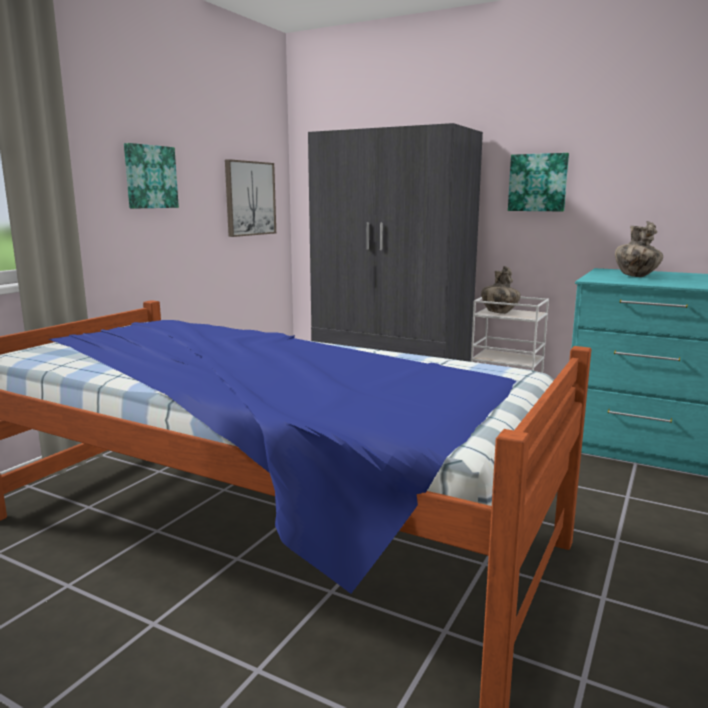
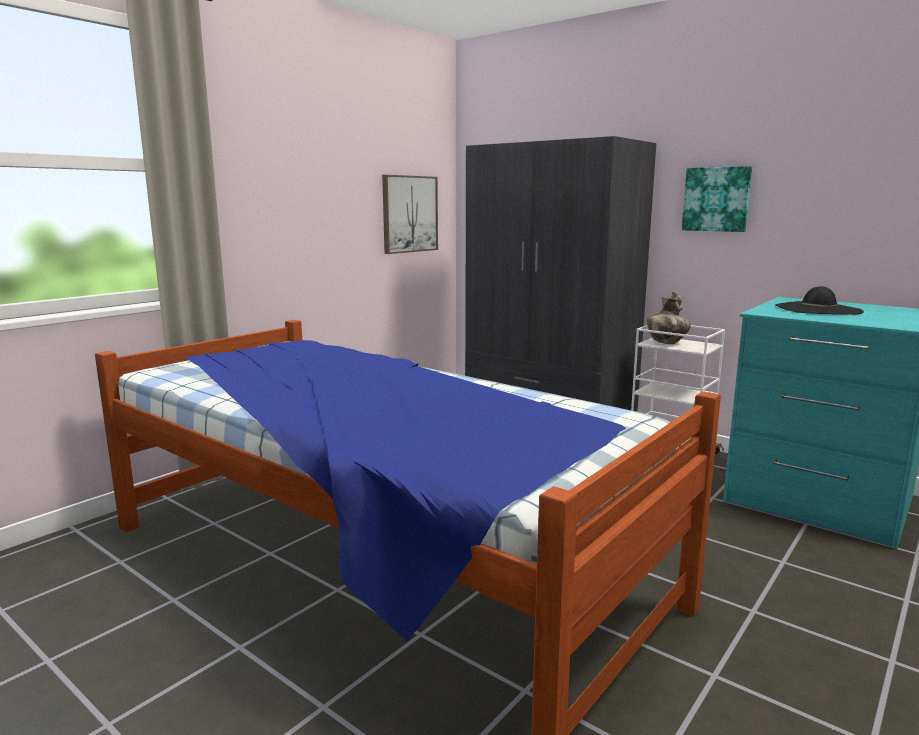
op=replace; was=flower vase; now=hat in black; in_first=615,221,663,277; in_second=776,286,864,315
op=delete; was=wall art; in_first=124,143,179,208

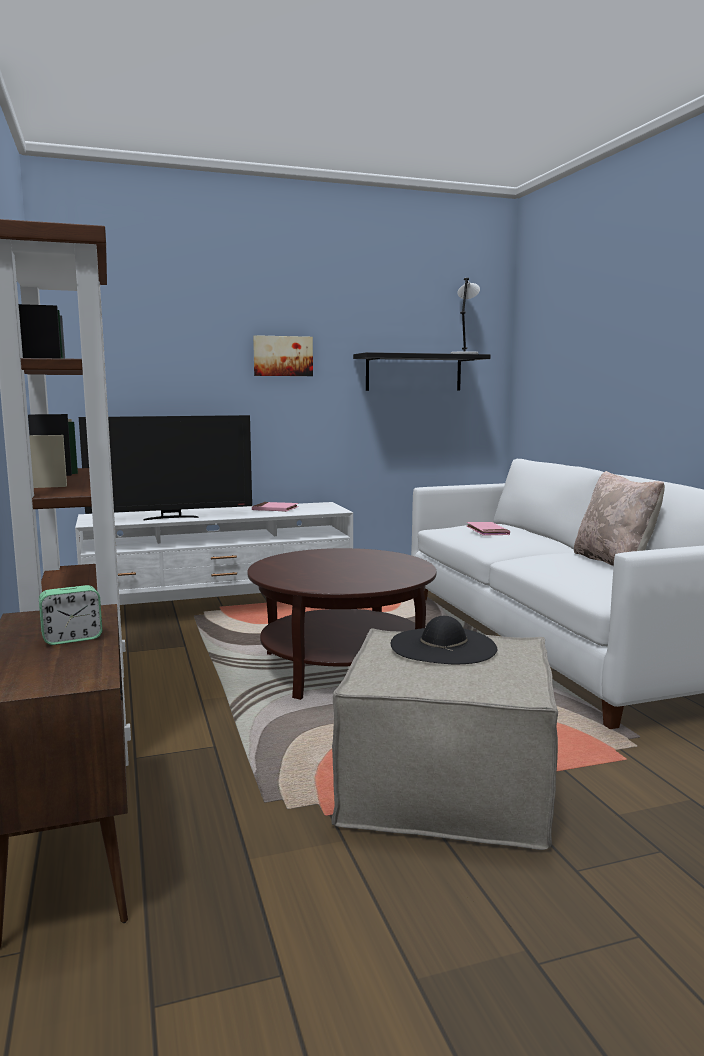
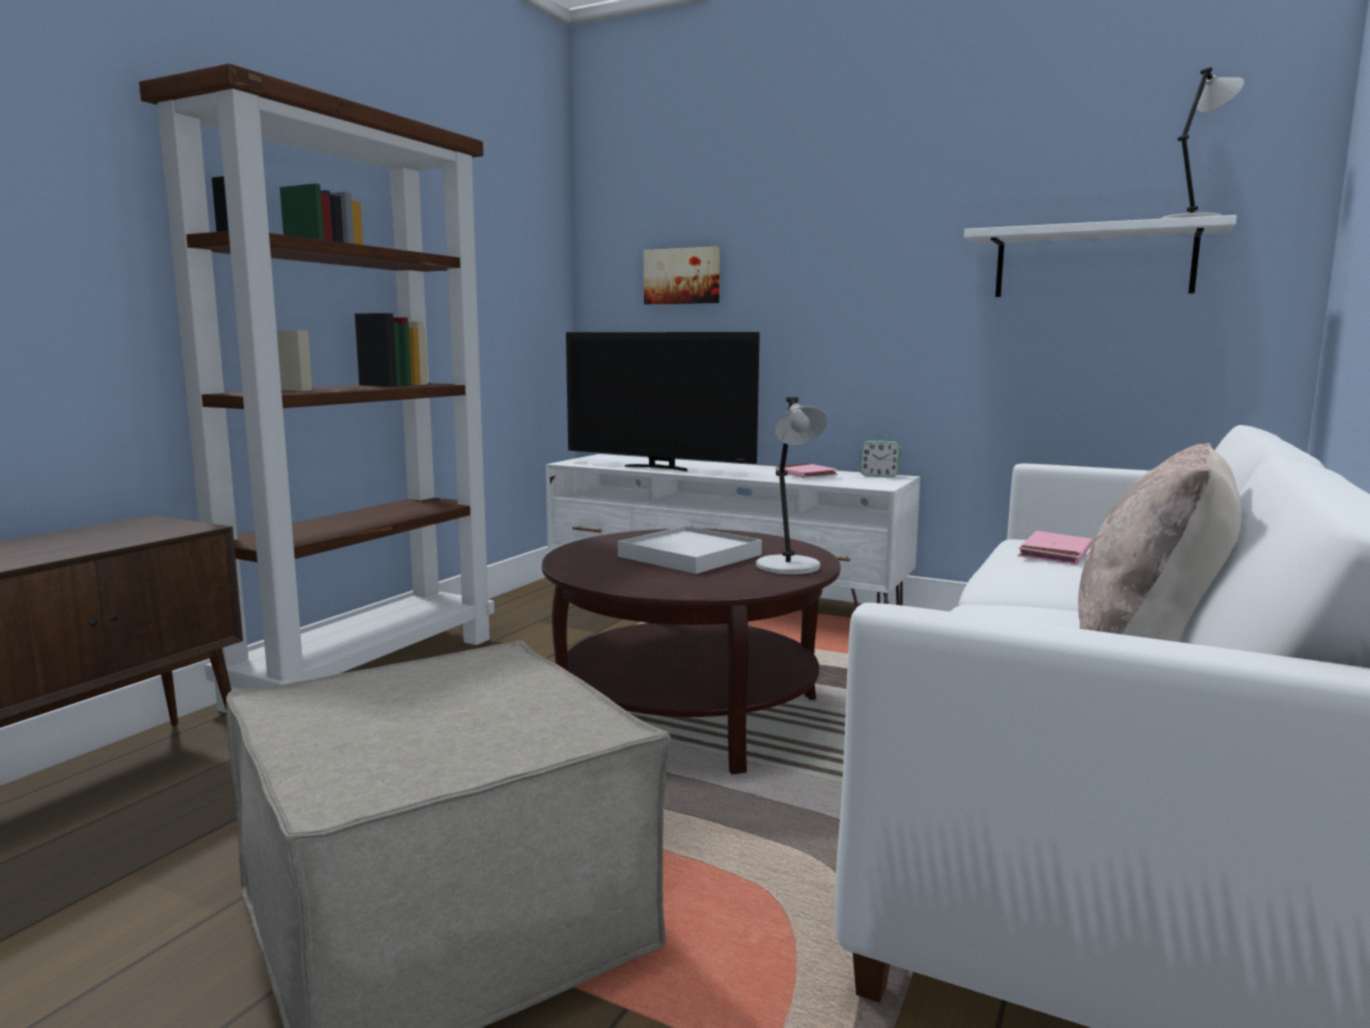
op=insert; now=tray in white; in_second=618,526,762,574
op=move; was=wall art; in_first=253,335,313,376; in_second=644,247,720,304
op=insert; now=tabletop lamp in greyish; in_second=756,397,828,575
op=move; was=table clock; in_first=39,585,102,645; in_second=860,441,901,478
op=recolor; was=shelf in black; now=shelf in white; in_first=353,352,490,391; in_second=964,215,1237,297
op=delete; was=hat in black; in_first=391,616,497,664

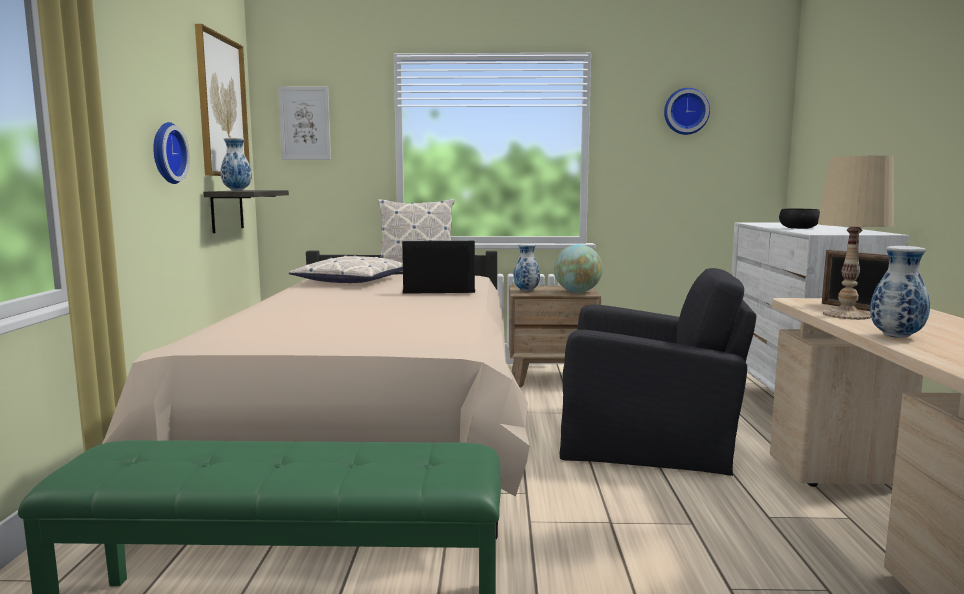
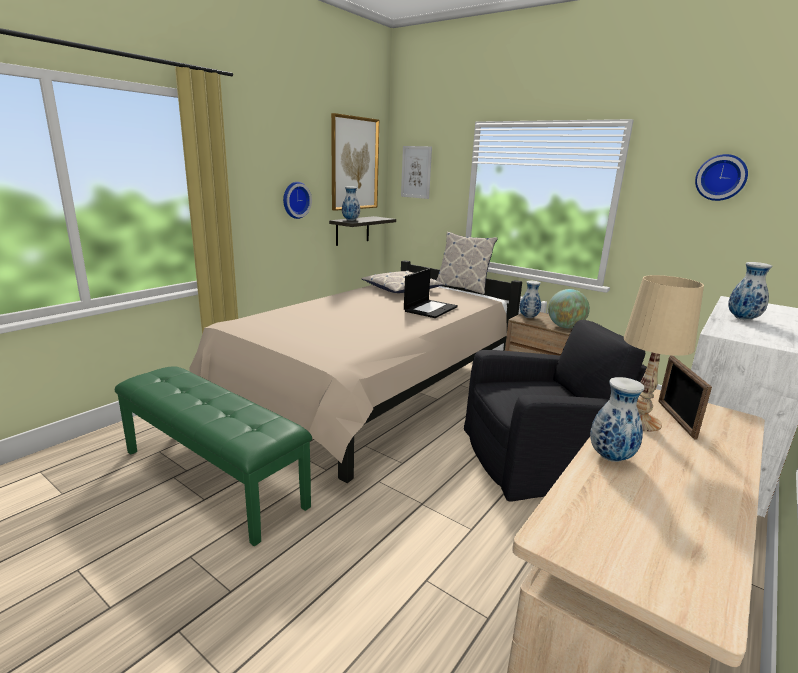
op=rotate; was=notebook computer; in_first=402,241,475,294; in_second=404,268,458,318; clockwise=90
op=rotate; was=armchair in black; in_first=560,268,757,476; in_second=464,320,647,502; clockwise=-60
op=replace; was=bowl in black; now=flower vase; in_first=779,209,820,229; in_second=728,262,772,320

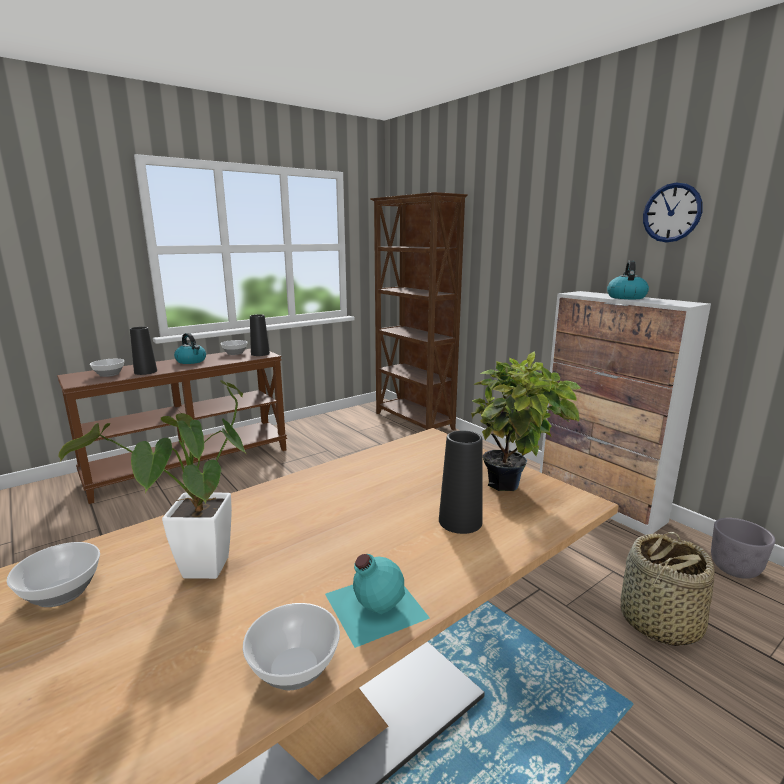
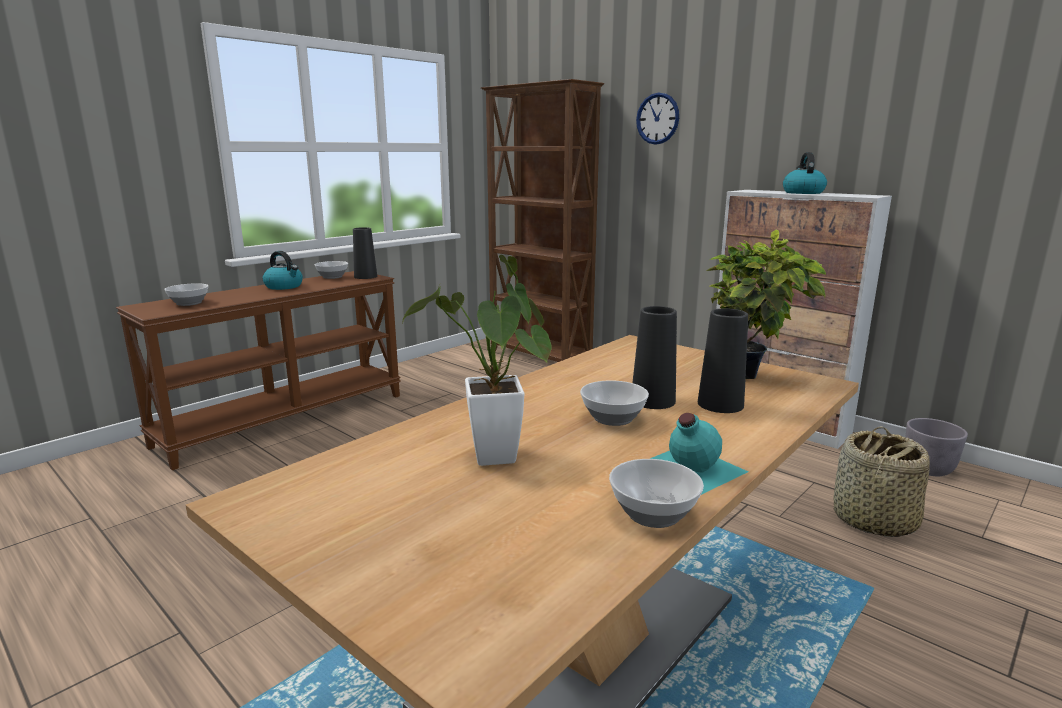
op=move; was=bowl; in_first=7,542,100,607; in_second=580,380,649,426
op=move; was=flower vase in black; in_first=130,327,157,375; in_second=633,306,677,409
op=move; was=wall clock; in_first=643,183,703,242; in_second=636,93,679,145

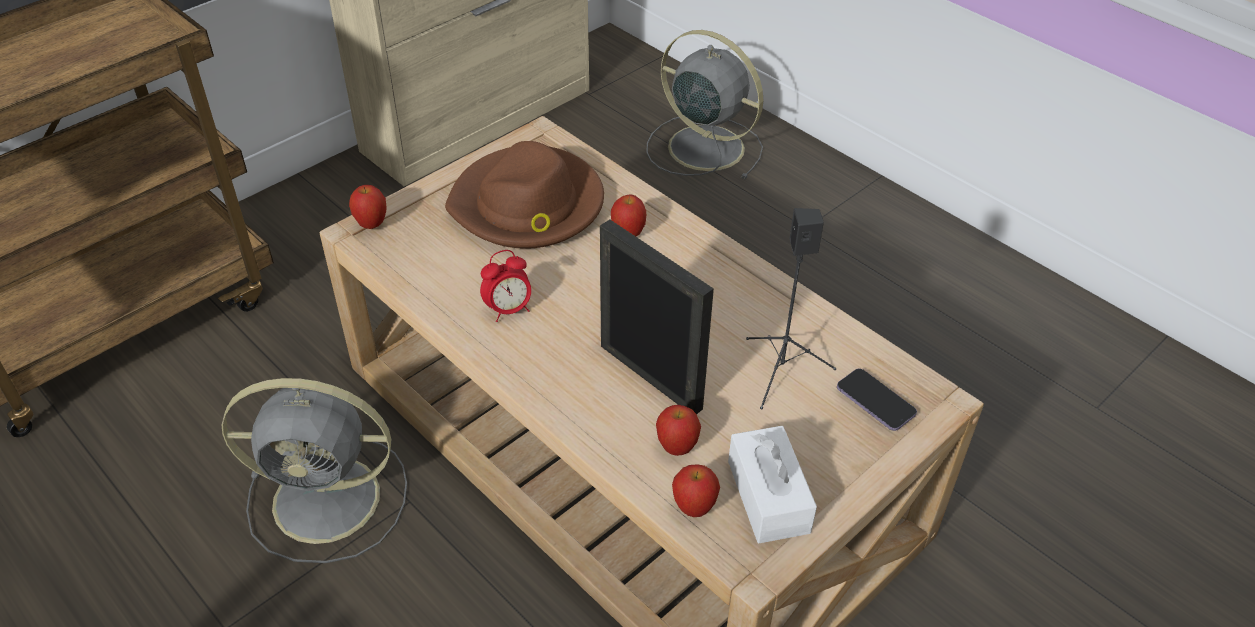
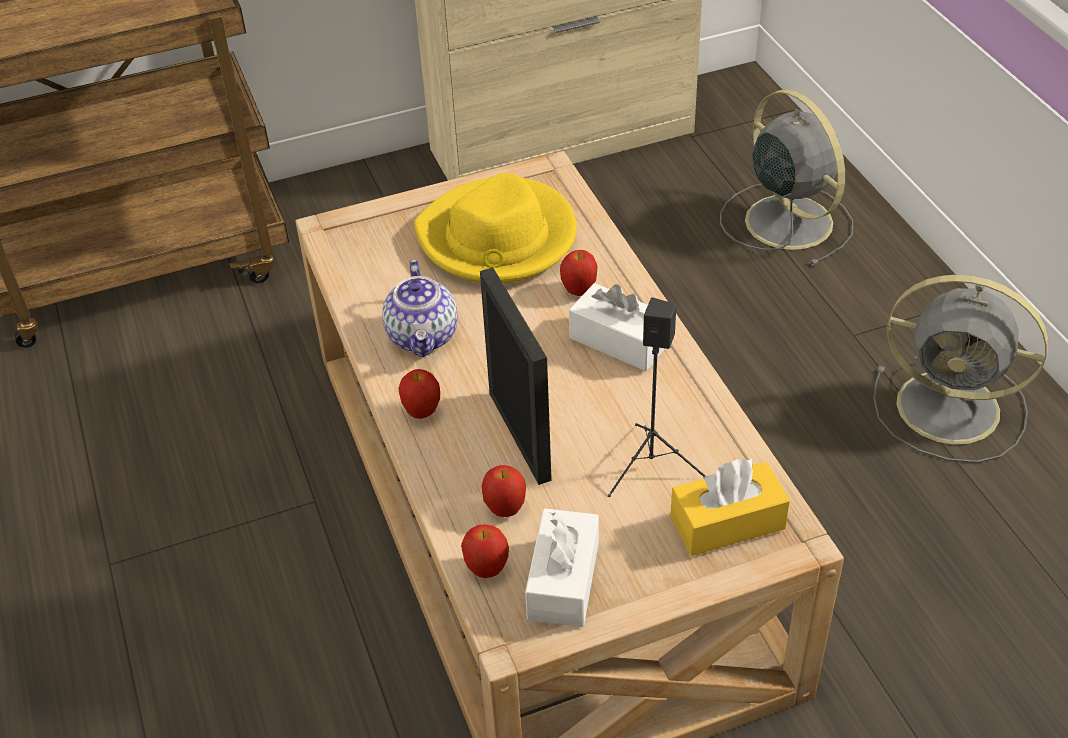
op=replace; was=table clock; now=teapot; in_first=480,250,531,322; in_second=382,260,458,357
op=move; was=apple fruit; in_first=349,185,387,229; in_second=398,369,440,419
op=recolor; was=hat in brown; now=hat in yellow-coloured; in_first=445,141,604,249; in_second=414,173,577,283
op=insert; now=box of tissues in white; in_second=569,283,666,371
op=replace; was=handset; now=box of tissues in yellow-coloured; in_first=837,369,917,431; in_second=670,459,790,556
op=move; was=fan in greyish; in_first=222,378,407,563; in_second=873,275,1048,463

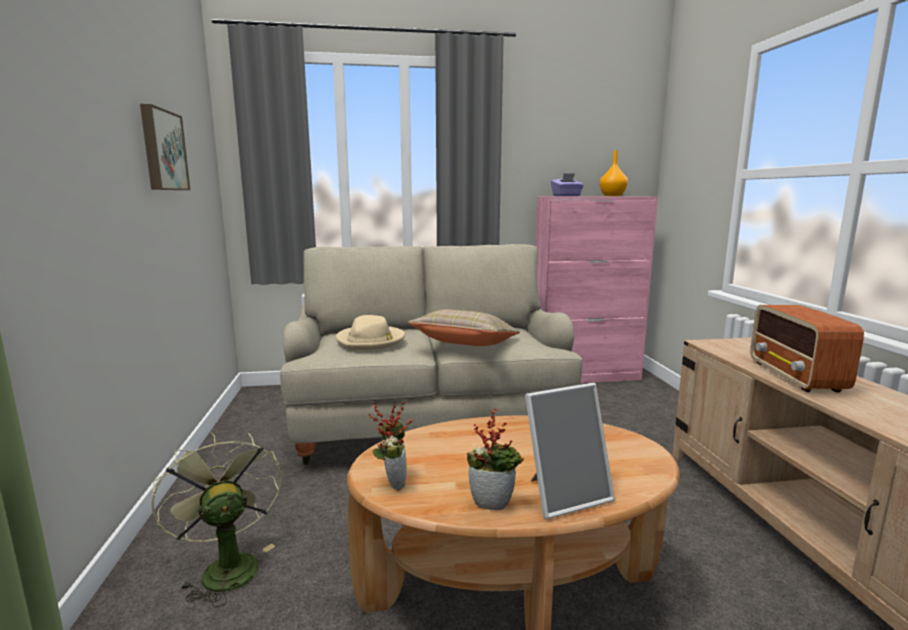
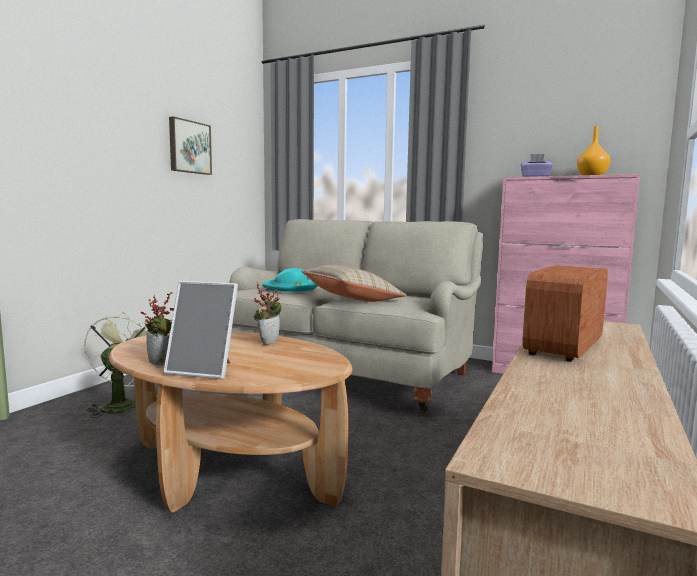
op=move; was=houseplant; in_first=369,401,413,490; in_second=254,283,282,345
op=recolor; was=hat in sand-coloured; now=hat in blue-green; in_first=336,315,405,350; in_second=262,268,318,292

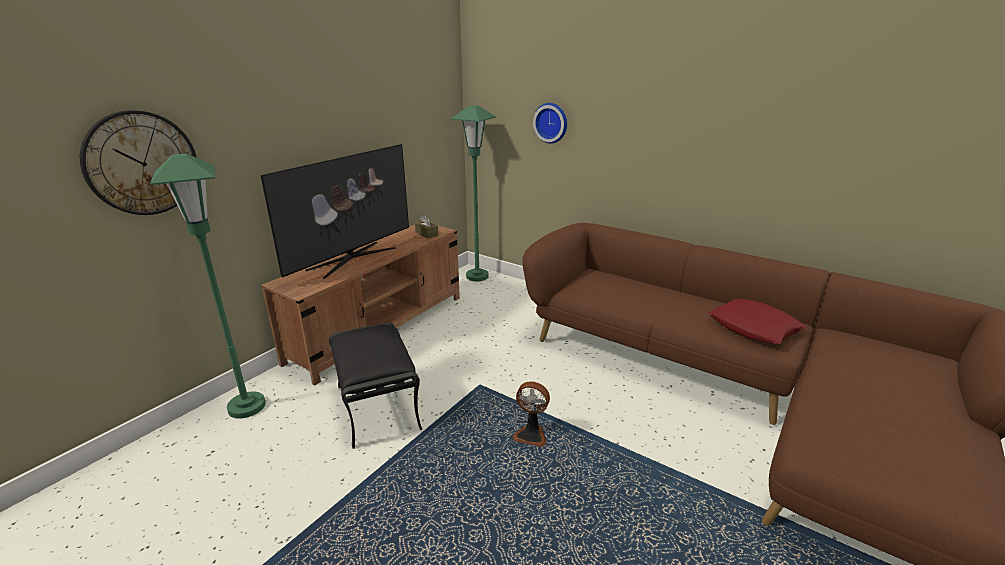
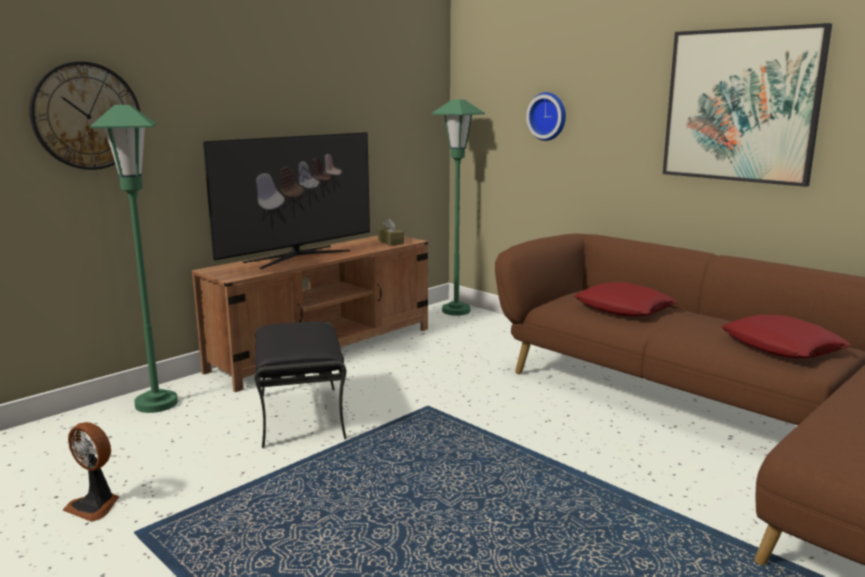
op=move; was=fan; in_first=513,381,550,447; in_second=63,422,119,522
op=insert; now=throw pillow in red; in_second=574,282,677,317
op=insert; now=wall art; in_second=663,23,832,187

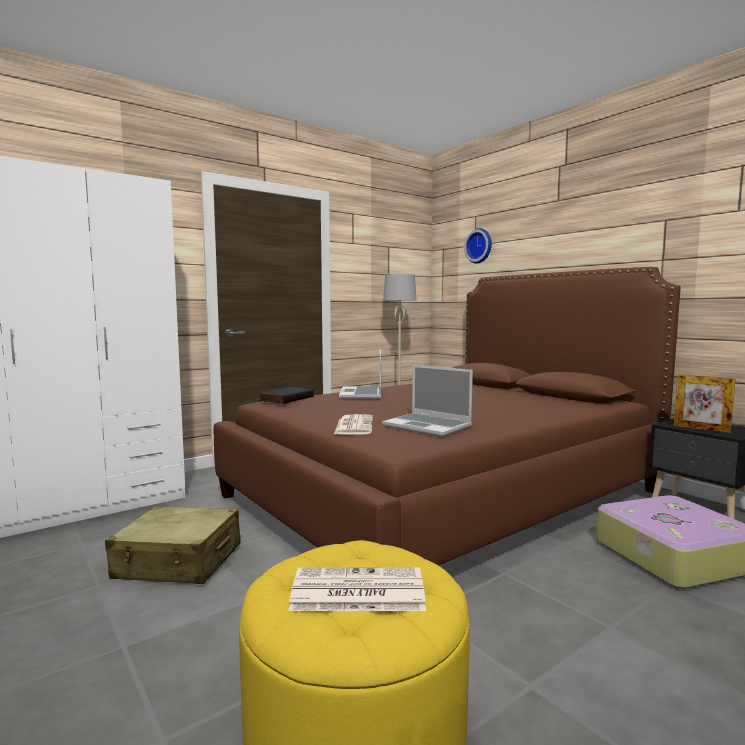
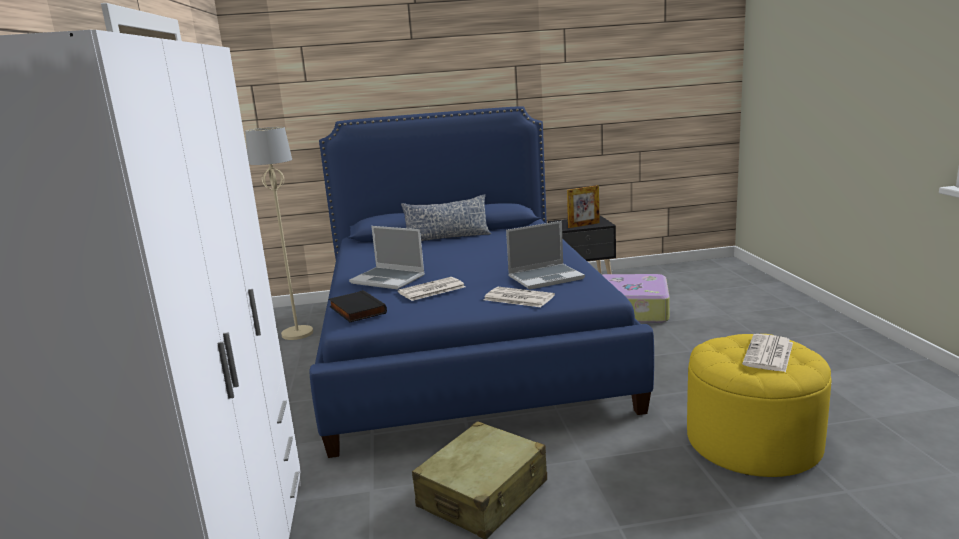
op=recolor; was=bed in brown; now=bed in blue-coloured; in_first=213,267,681,566; in_second=309,106,654,458
op=insert; now=daily paper; in_second=398,277,465,301
op=insert; now=throw pillow; in_second=401,194,491,241
op=delete; was=wall clock; in_first=464,228,492,264

